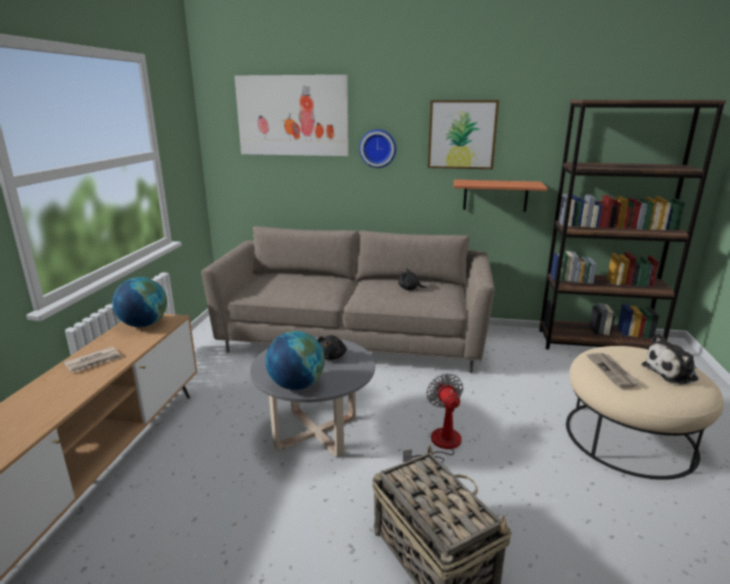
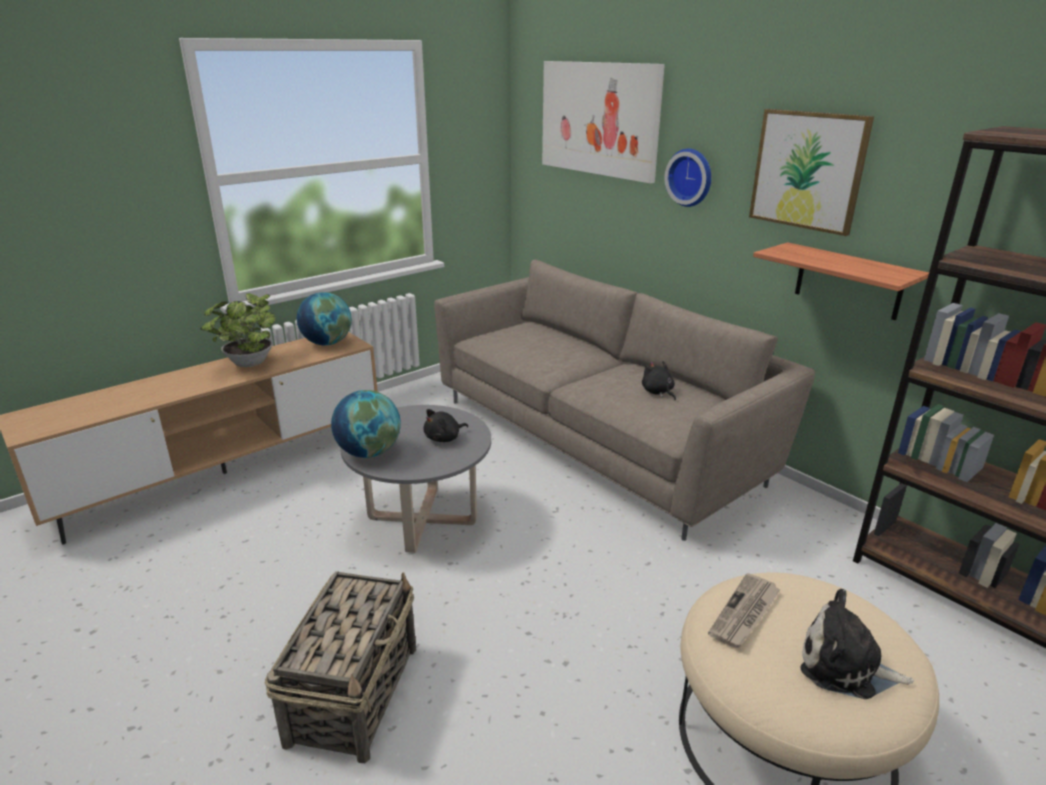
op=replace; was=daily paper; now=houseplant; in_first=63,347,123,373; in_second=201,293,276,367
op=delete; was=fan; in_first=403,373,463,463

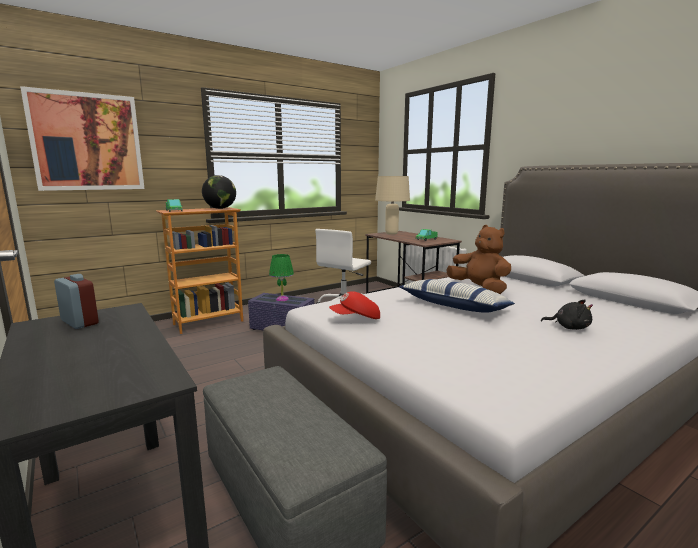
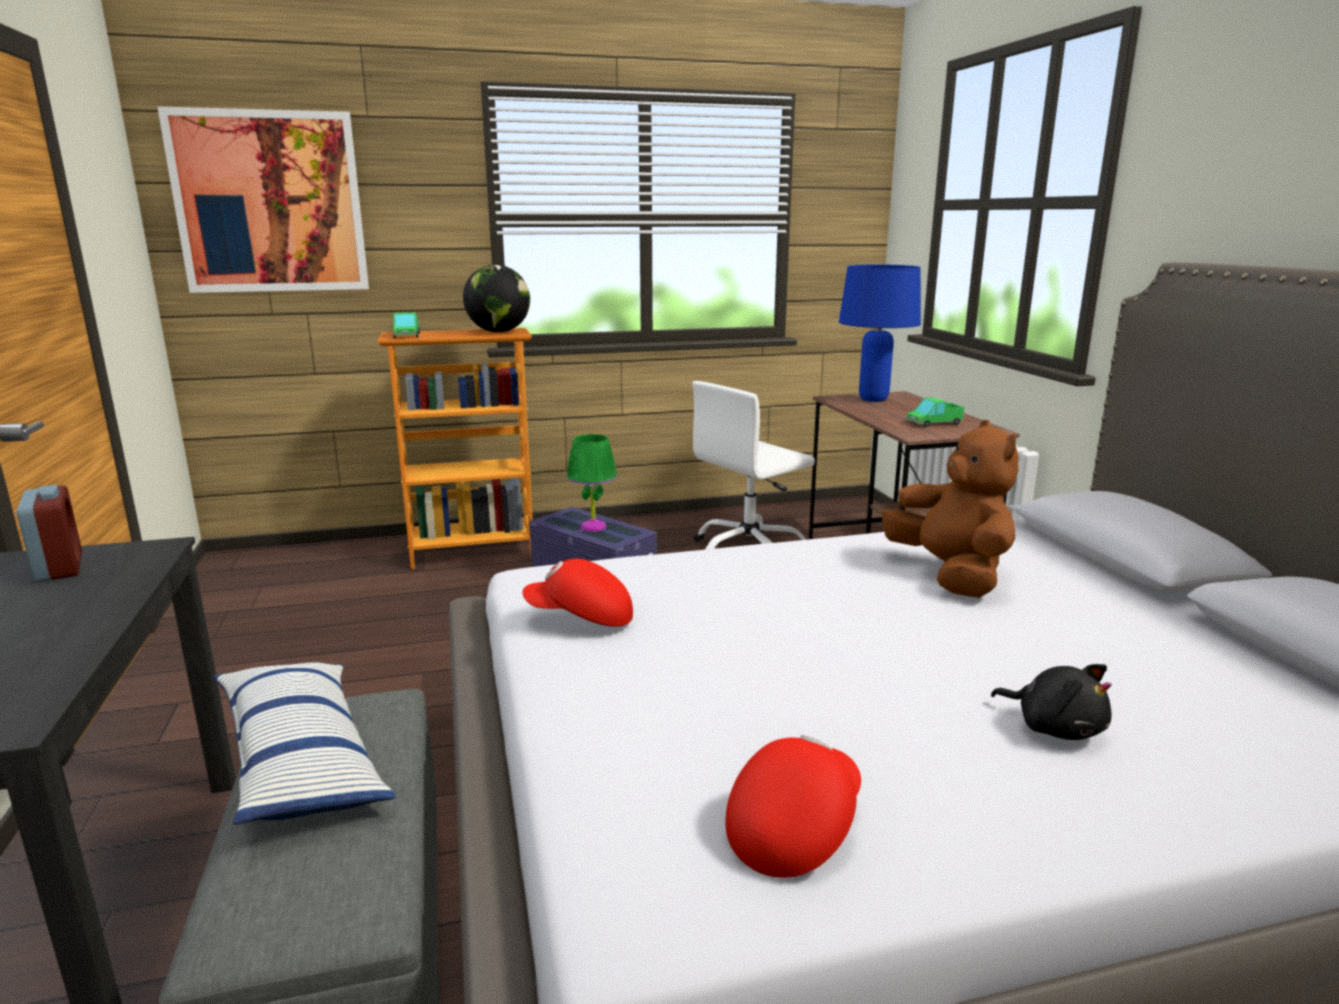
op=move; was=throw pillow; in_first=399,279,515,313; in_second=213,662,396,825
op=insert; now=peaked cap in red; in_second=725,735,861,878
op=recolor; was=tabletop lamp in sand-coloured; now=tabletop lamp in blue-coloured; in_first=375,176,410,235; in_second=839,264,921,402

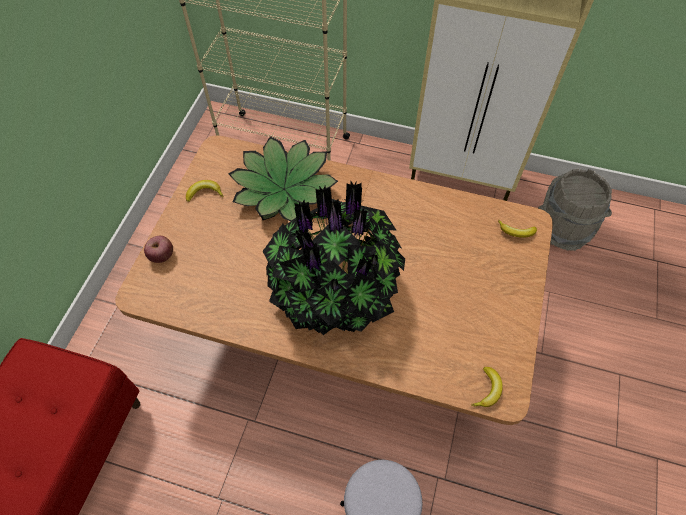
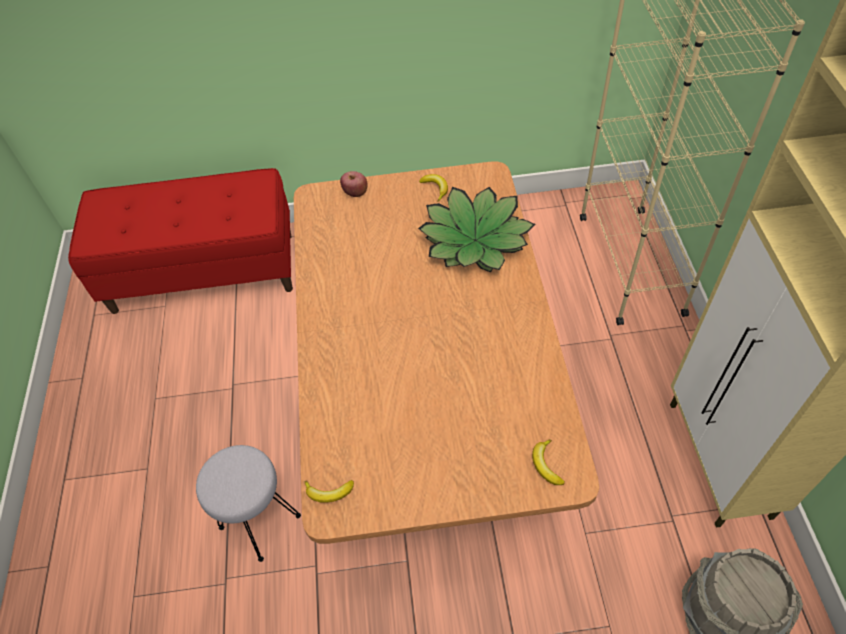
op=delete; was=houseplant; in_first=262,180,405,335

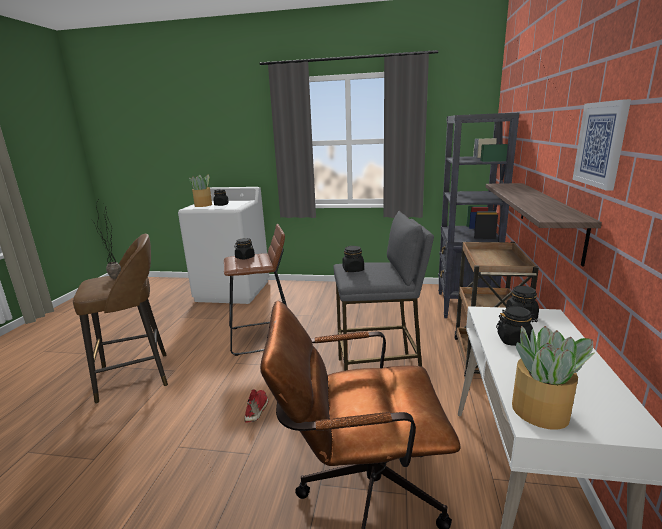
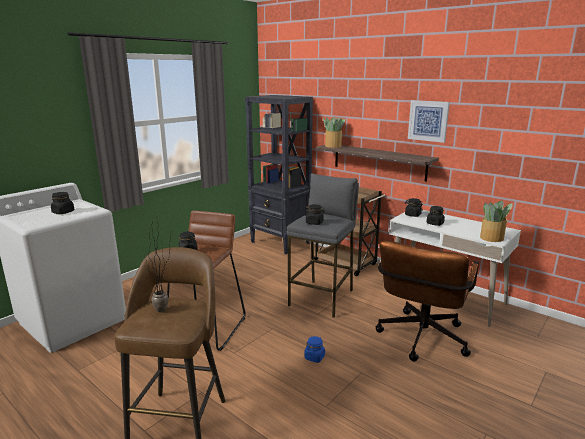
op=replace; was=shoe in red; now=storage jar in blue-coloured; in_first=244,389,268,423; in_second=304,336,325,363
op=move; was=houseplant; in_first=189,174,212,207; in_second=323,117,345,148

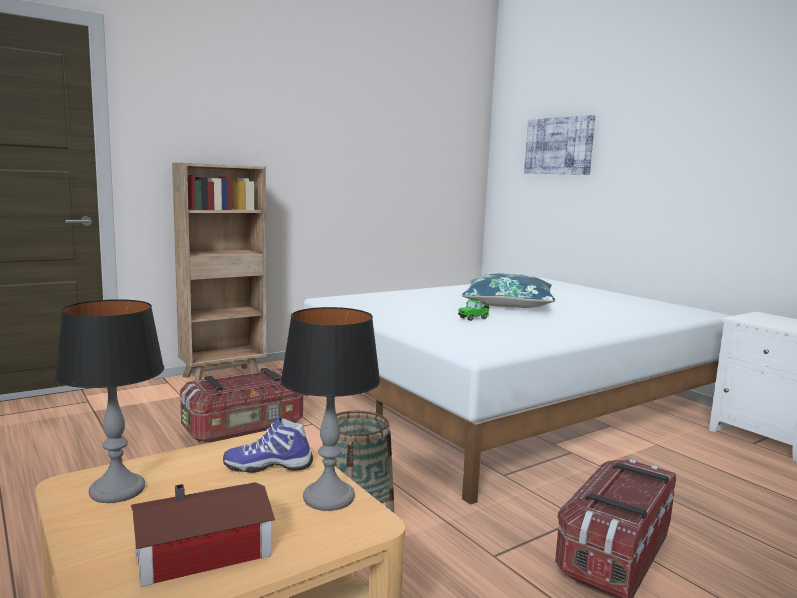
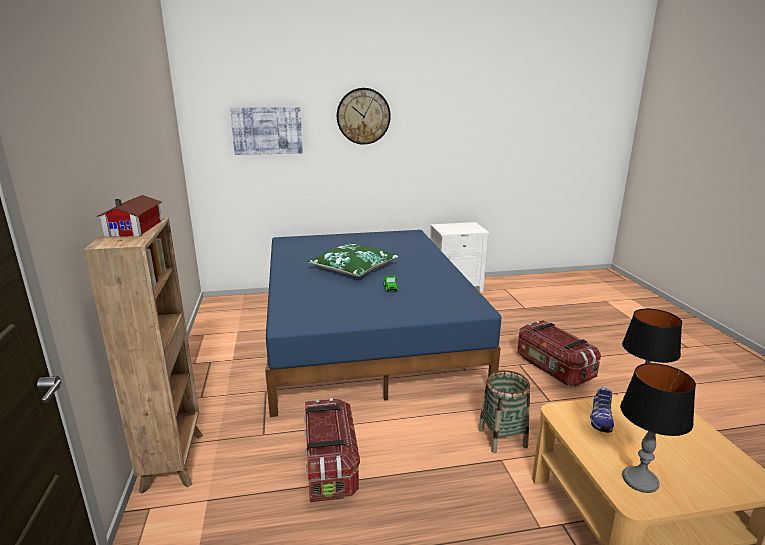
op=move; was=model house; in_first=131,482,275,587; in_second=96,195,162,237
op=recolor; was=bed in white; now=bed in blue-coloured; in_first=304,278,733,505; in_second=265,230,501,417
op=recolor; was=throw pillow in blue-coloured; now=throw pillow in green; in_first=462,274,555,308; in_second=308,243,399,277
op=insert; now=wall clock; in_second=337,88,391,145

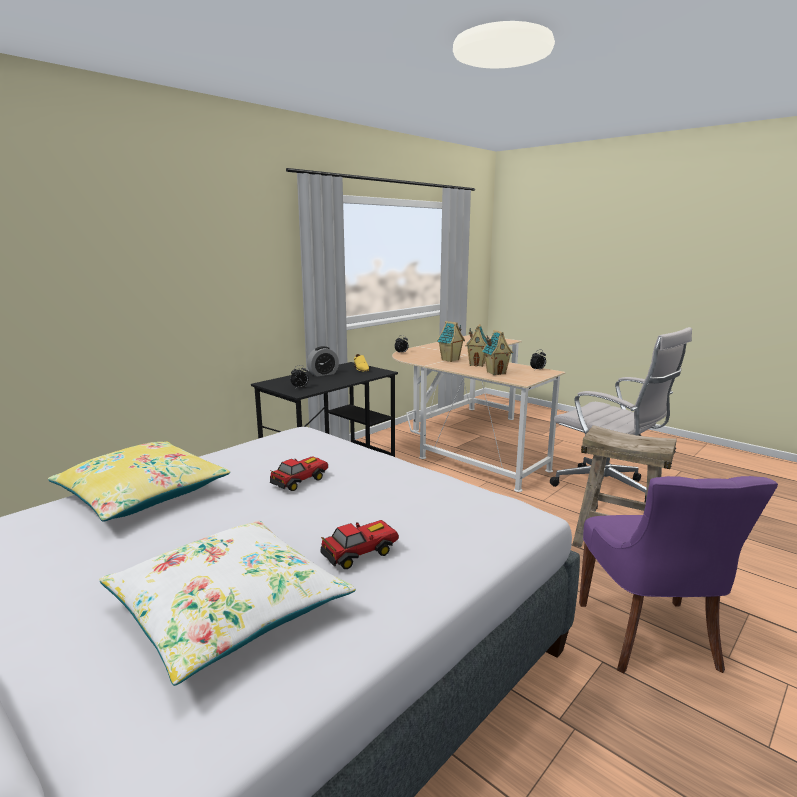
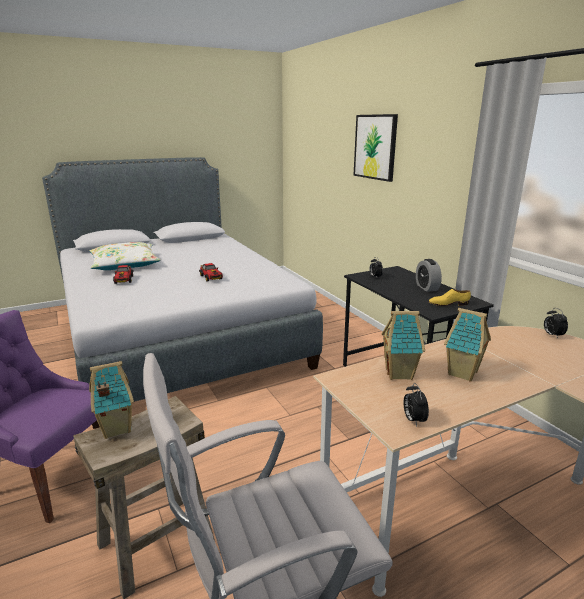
op=move; was=model house; in_first=437,321,465,362; in_second=89,361,134,439
op=insert; now=wall art; in_second=353,114,398,182
op=delete; was=throw pillow in yellow-coloured; in_first=48,442,230,522

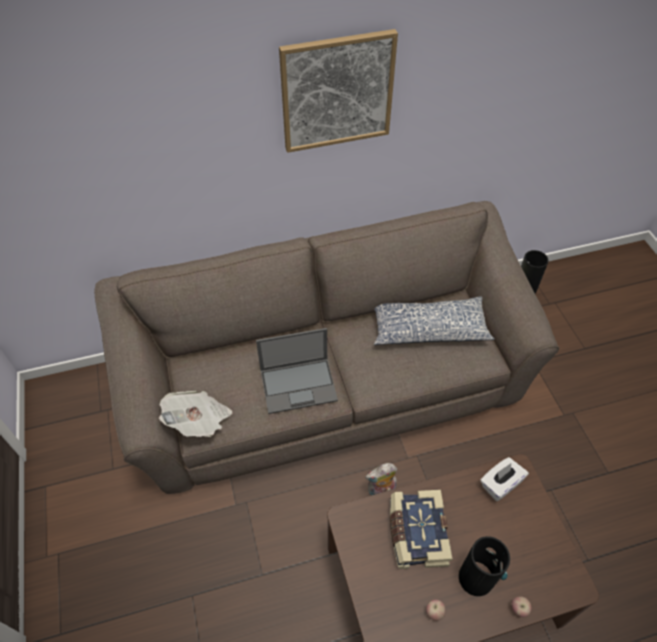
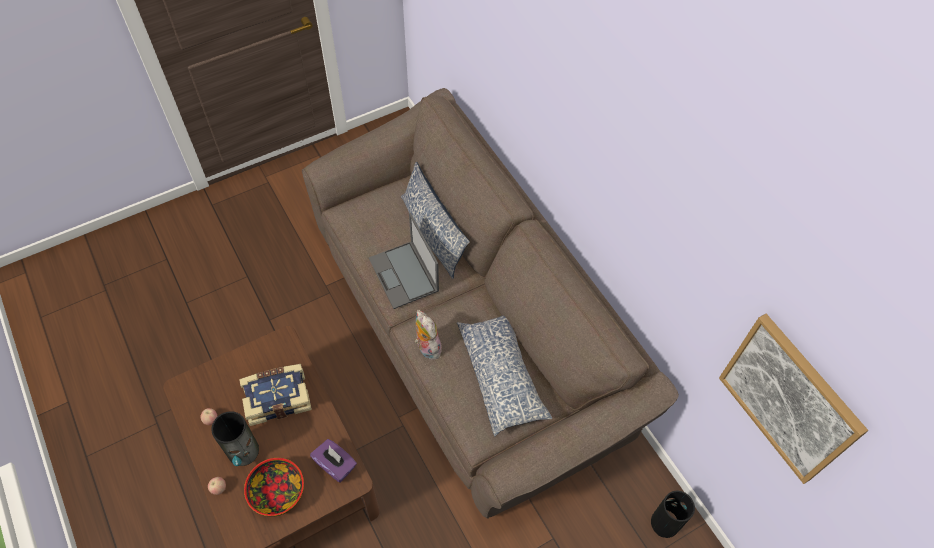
op=insert; now=bowl; in_second=244,458,304,517
op=recolor; was=box of tissues in white; now=box of tissues in purple-coloured; in_first=481,457,529,501; in_second=310,439,357,483
op=insert; now=throw pillow; in_second=401,162,470,279
op=move; was=cuddly toy; in_first=365,463,397,495; in_second=414,310,442,360
op=move; was=wall art; in_first=279,29,398,153; in_second=719,314,868,484
op=delete; was=daily paper; in_first=159,391,232,437

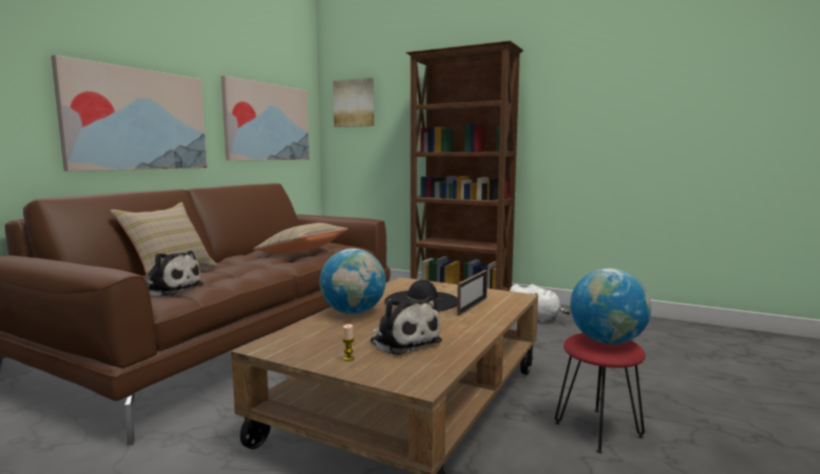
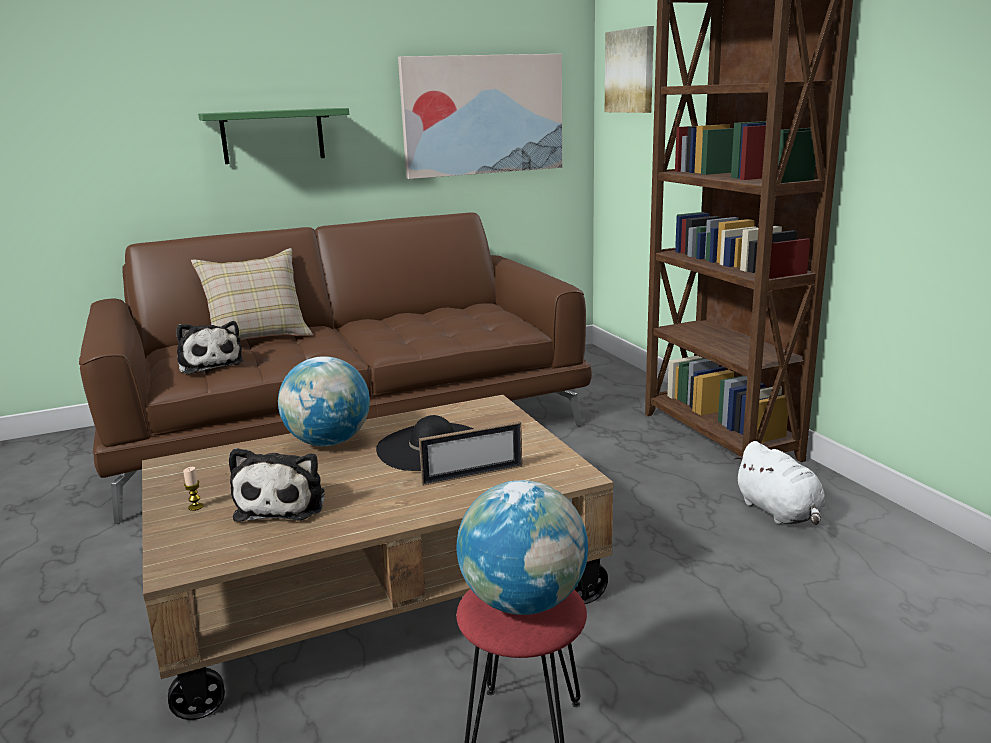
op=replace; was=wall art; now=shelf in green; in_first=51,55,207,171; in_second=198,108,349,164
op=delete; was=throw pillow in sand-coloured; in_first=254,223,348,254

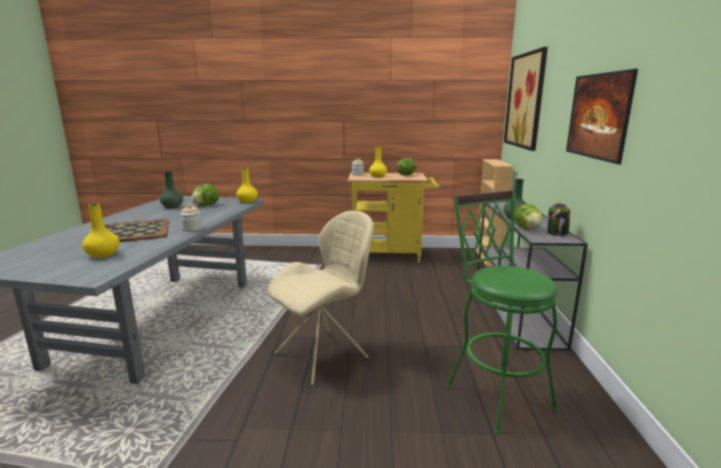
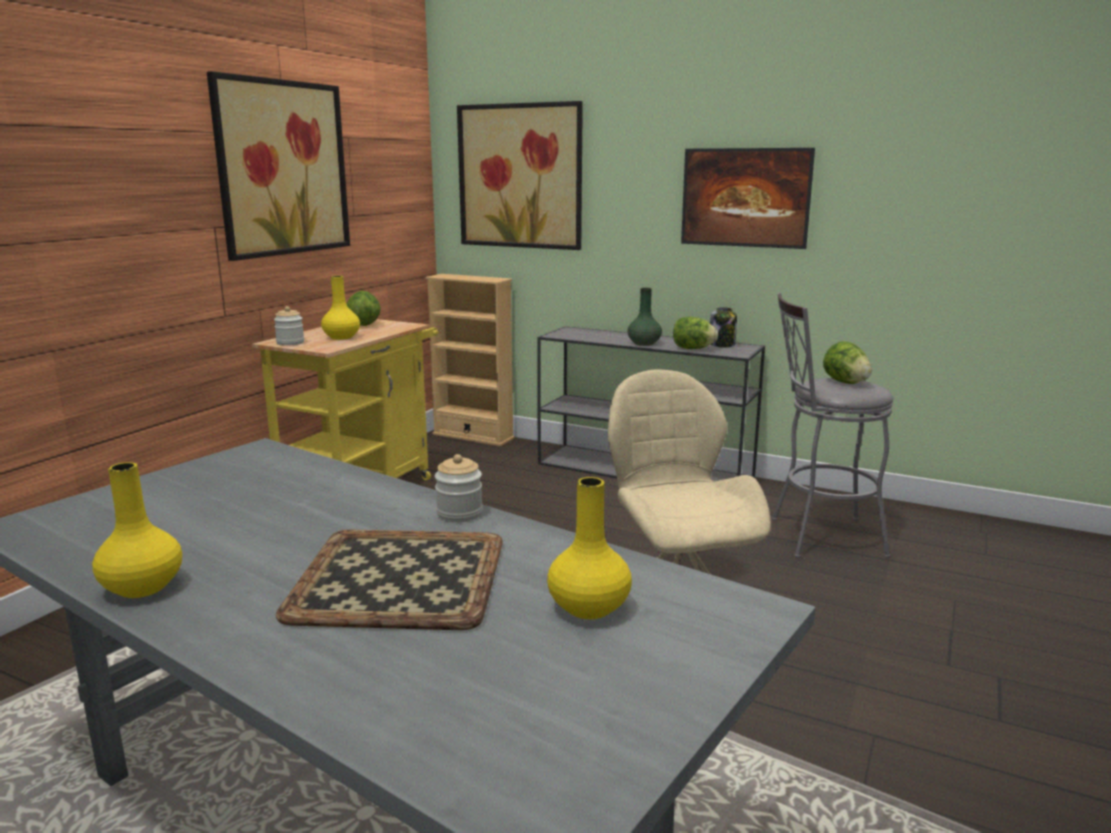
op=move; was=flower vase in yellow-coloured; in_first=236,168,258,203; in_second=92,462,182,598
op=insert; now=wall art; in_second=207,71,350,261
op=recolor; was=sitting stool in green; now=sitting stool in greyish; in_first=447,190,558,434; in_second=772,293,893,558
op=move; was=lettuce; in_first=191,183,219,206; in_second=823,341,872,384
op=delete; was=flower vase in green; in_first=160,171,183,208

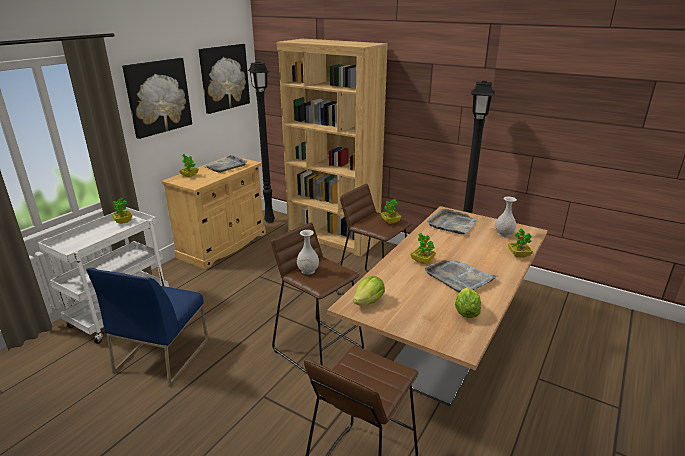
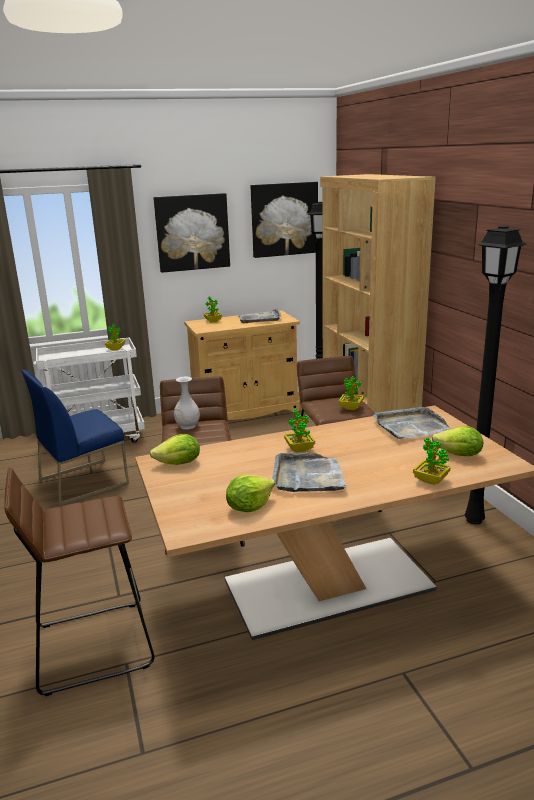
op=replace; was=flower vase in white; now=lettuce; in_first=495,197,517,237; in_second=432,426,483,456

